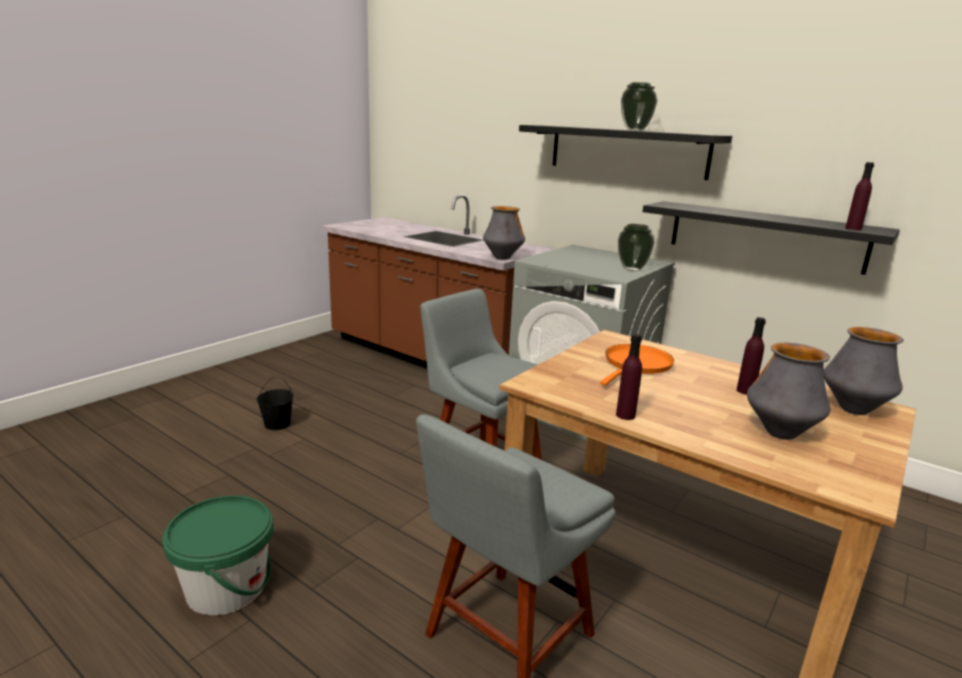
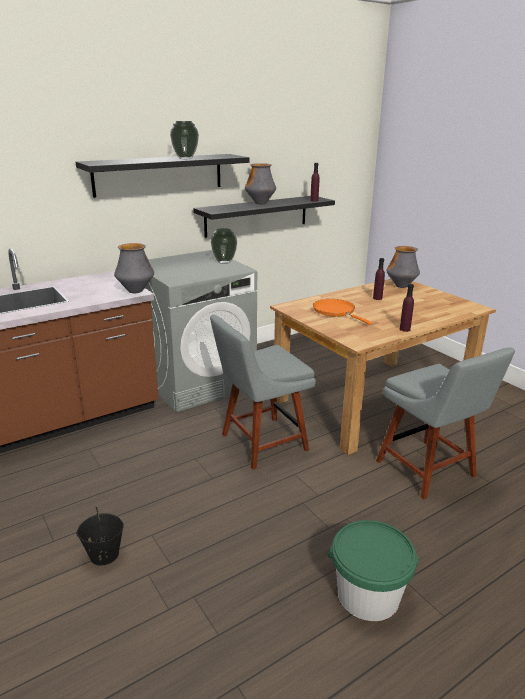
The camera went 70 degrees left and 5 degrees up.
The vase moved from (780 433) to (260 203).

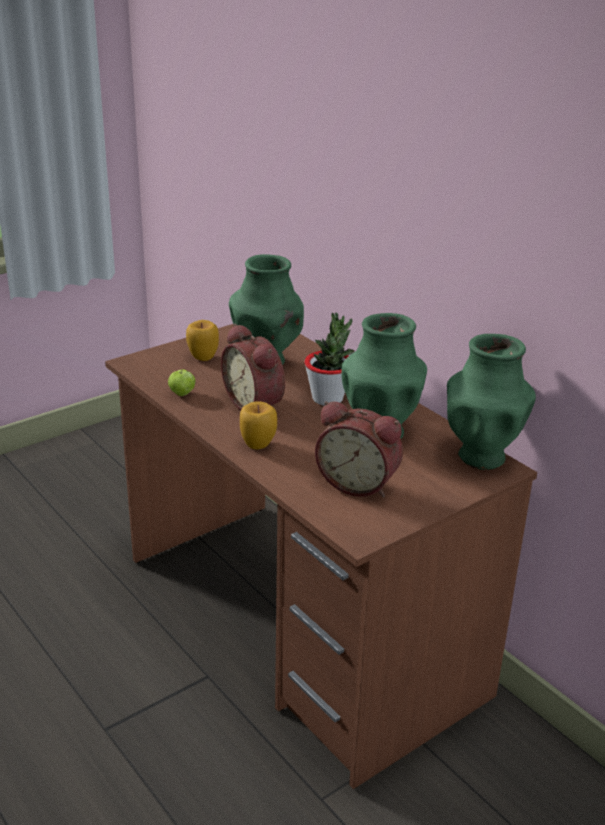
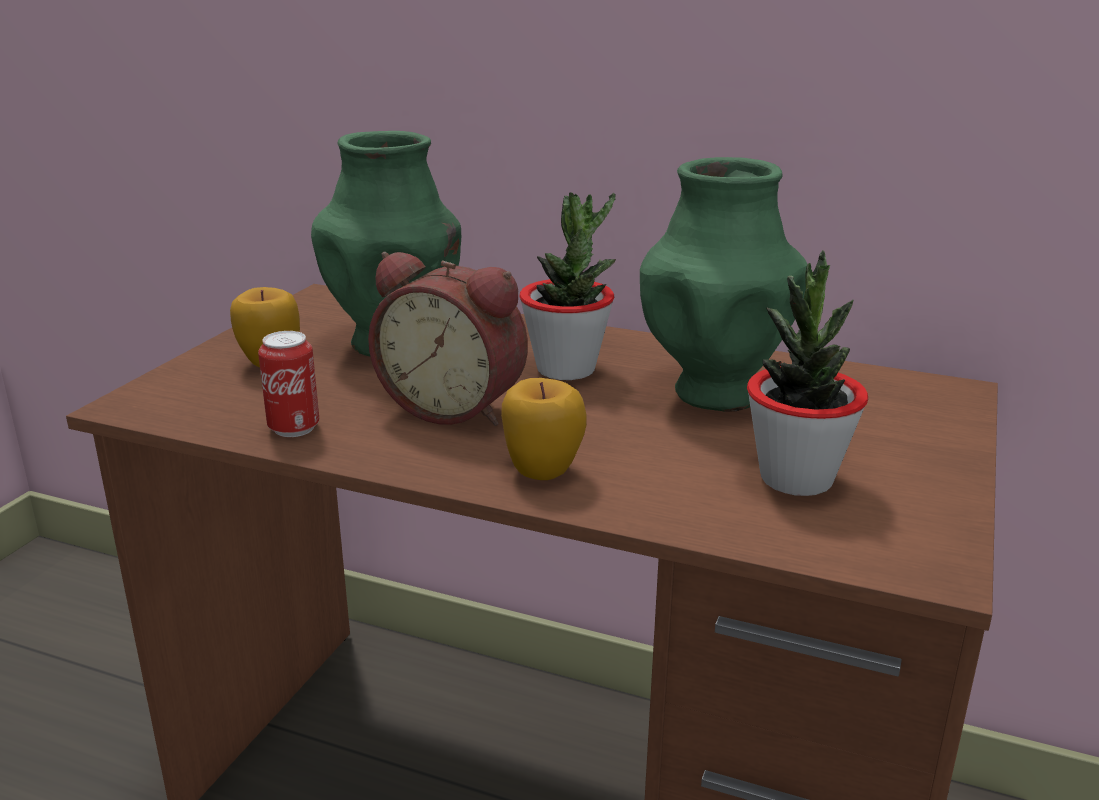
The camera went 30 degrees left and 5 degrees down.
The apple at (182 393) was replaced by the metal can at (294 428).
The bedside clock at (359 483) was replaced by the plant in a pot at (796 478).
The green vase at (482 456) disappeared.

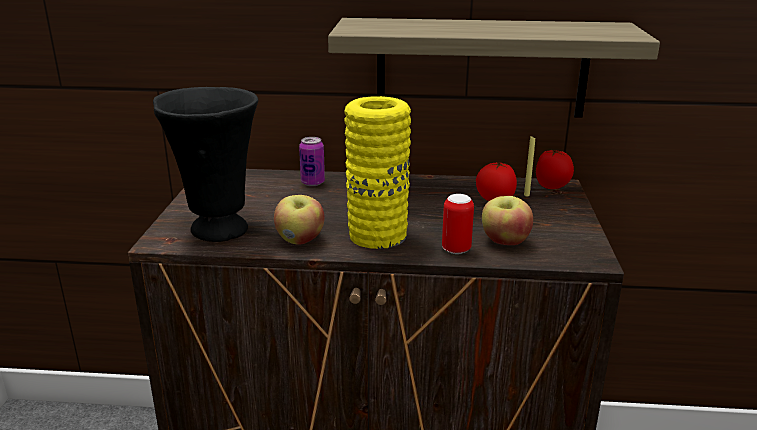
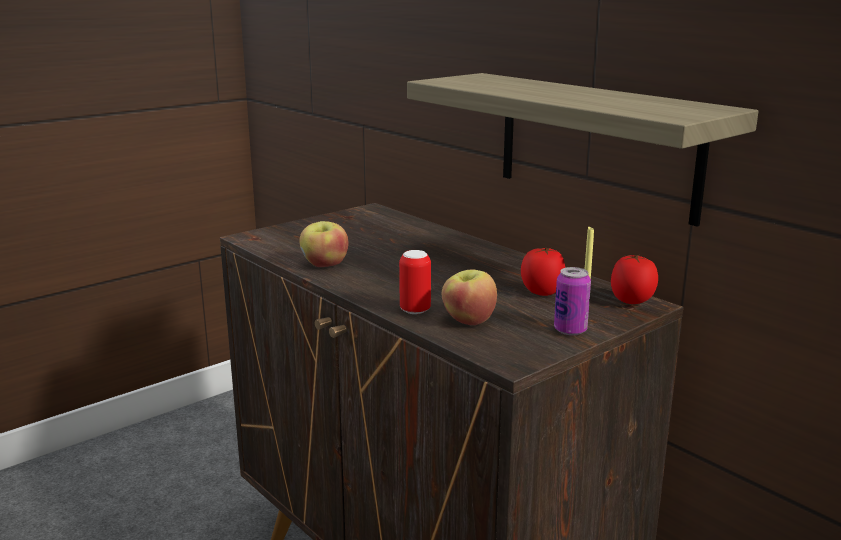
The camera went 45 degrees right and 5 degrees down.
The blackish vase at (218 229) disappeared.
The metal can moved from (312 182) to (570 330).
The yellow vase at (377 235) disappeared.

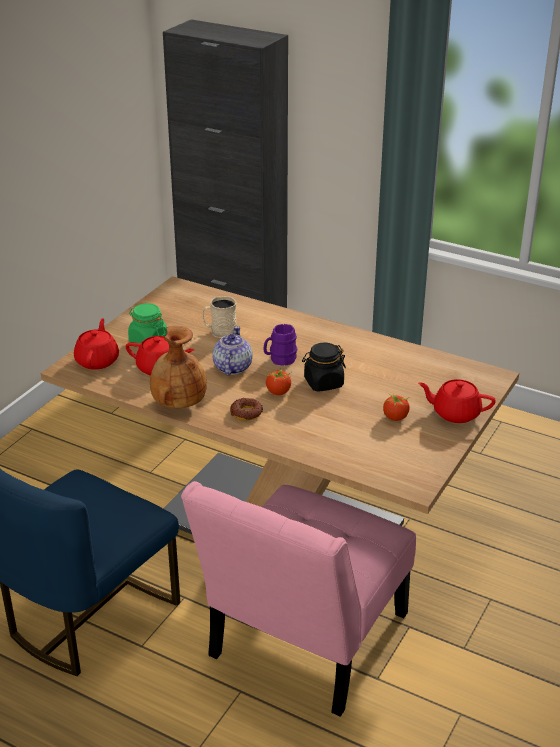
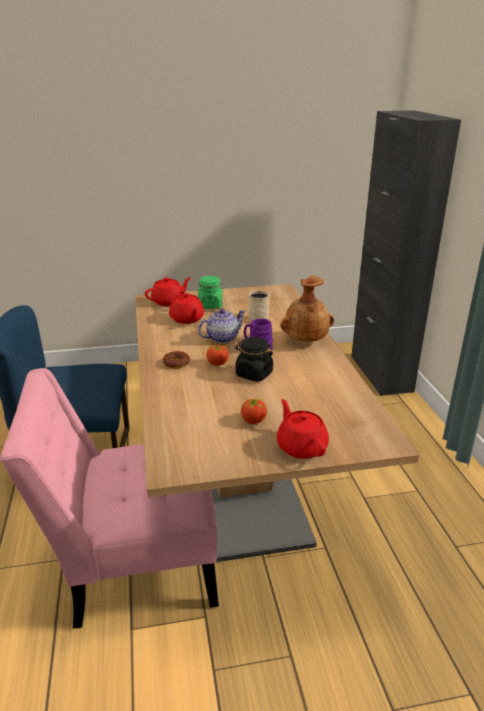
The camera went 50 degrees right and 5 degrees down.
The brownish vase moved from (178 403) to (305 340).

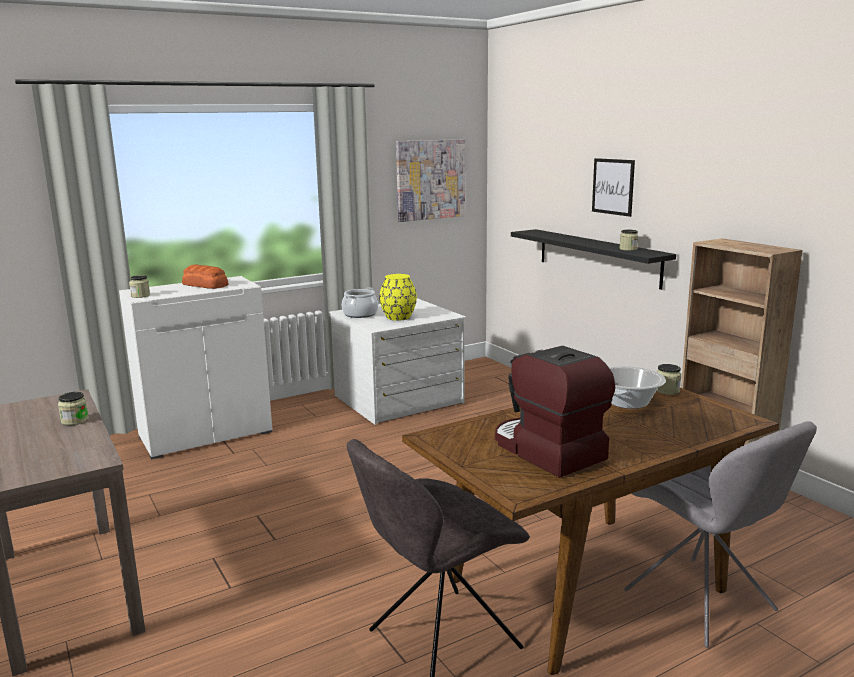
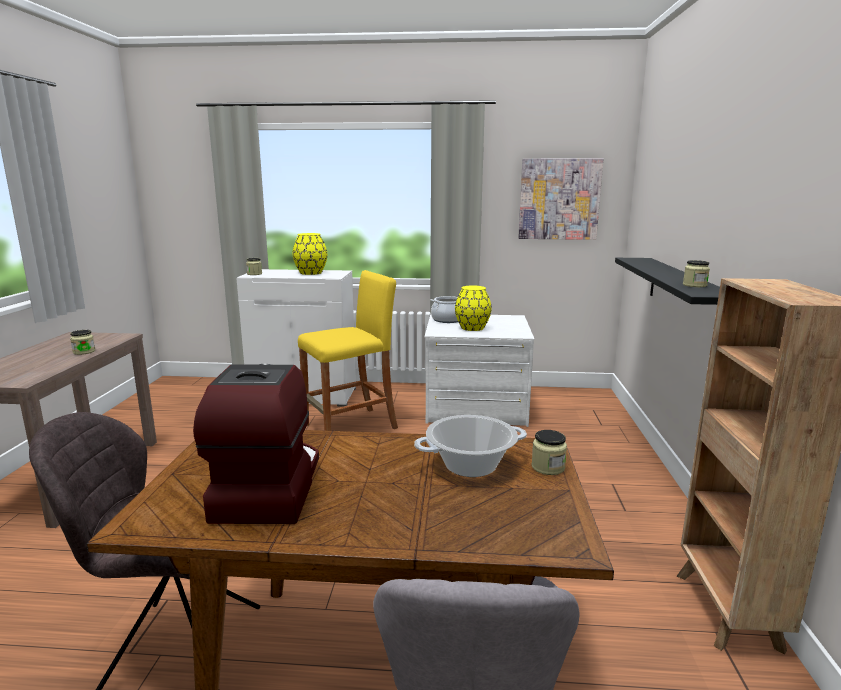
The camera went 35 degrees right and 0 degrees up.
The bread at (205 285) was replaced by the yellow vase at (310 273).
The wall picture at (613 186) disappeared.
The yellow stool seat at (350 427) appeared.

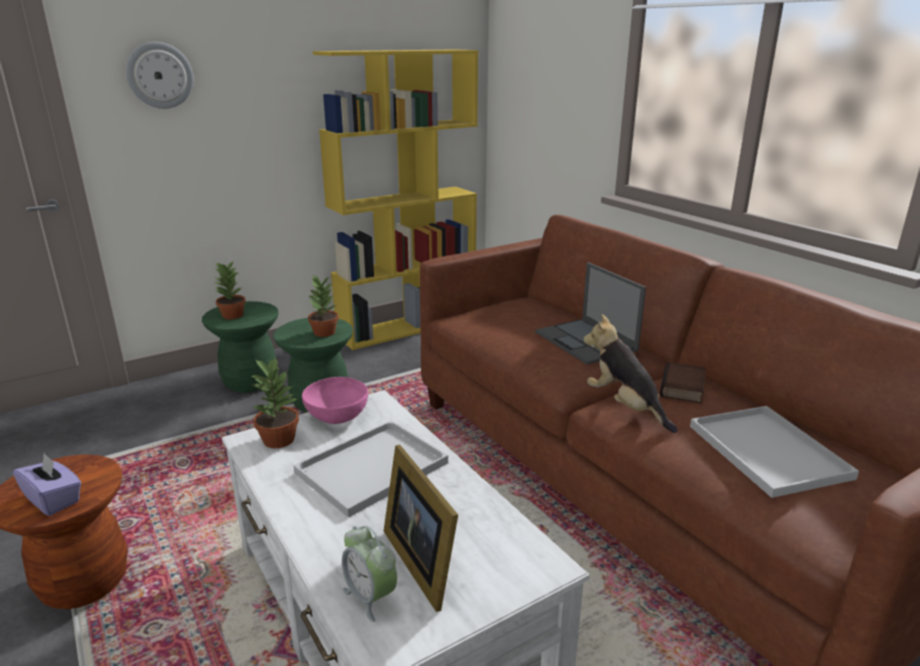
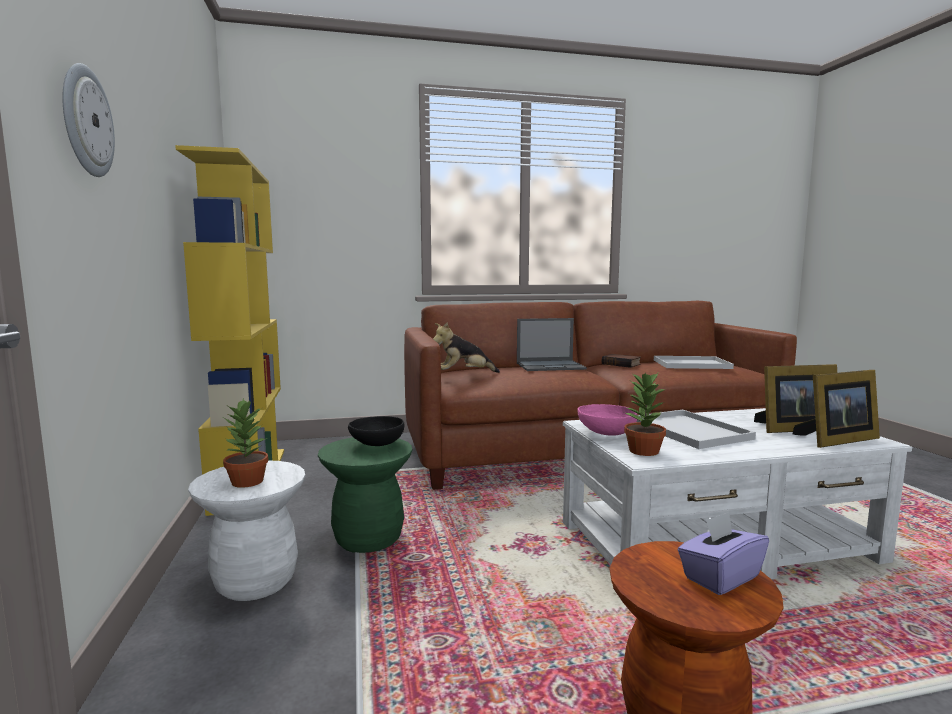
The camera went 70 degrees left and 15 degrees down.
The green stool seat at (250 382) became the white stool seat at (255 582).
The plant in a pot at (323 332) was replaced by the blackish bowl at (376 445).
The bedside clock at (370 597) was replaced by the standing frame at (836 440).
The soft toy moved from (625 407) to (464 374).

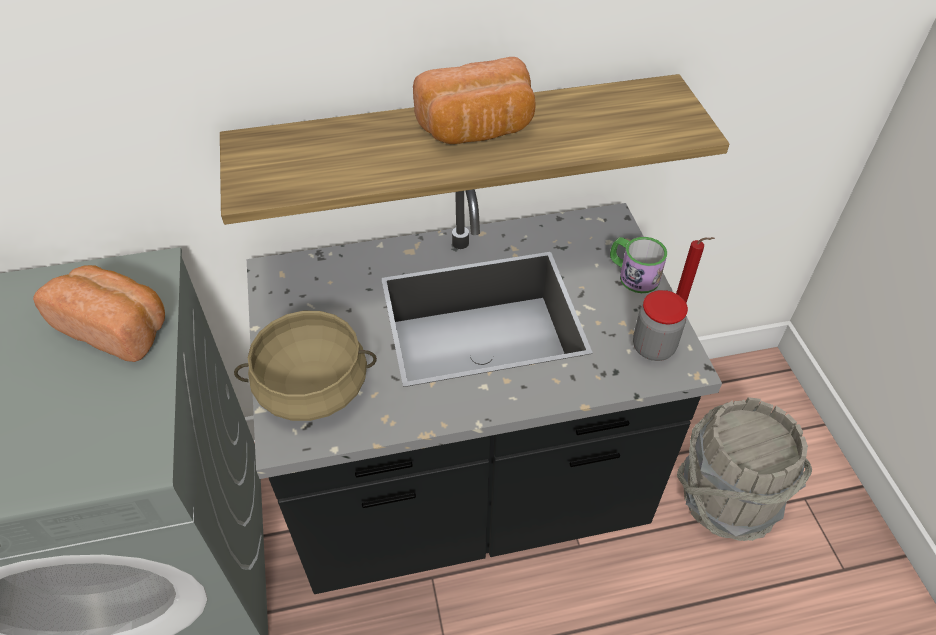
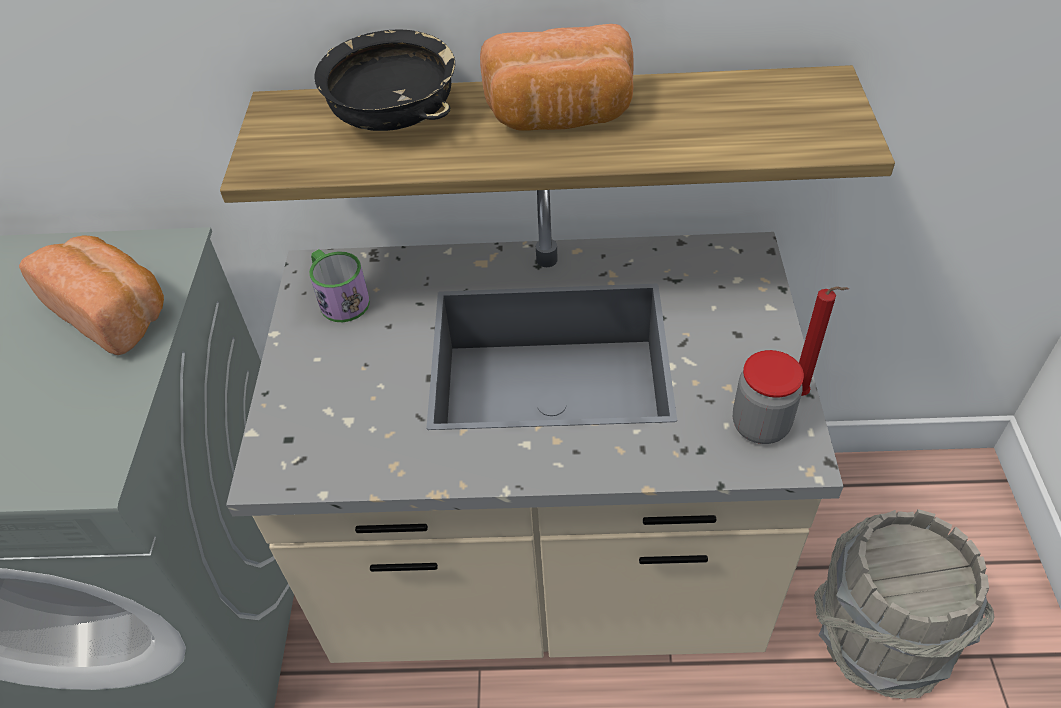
The camera went 15 degrees right and 0 degrees up.
The sand-coloured saucepot at (312 388) disappeared.
The blackish counter at (468 493) became the sand-coloured counter at (545 573).
The coffee mug moved from (632 275) to (340 298).
The blackish bowl at (394 117) appeared.

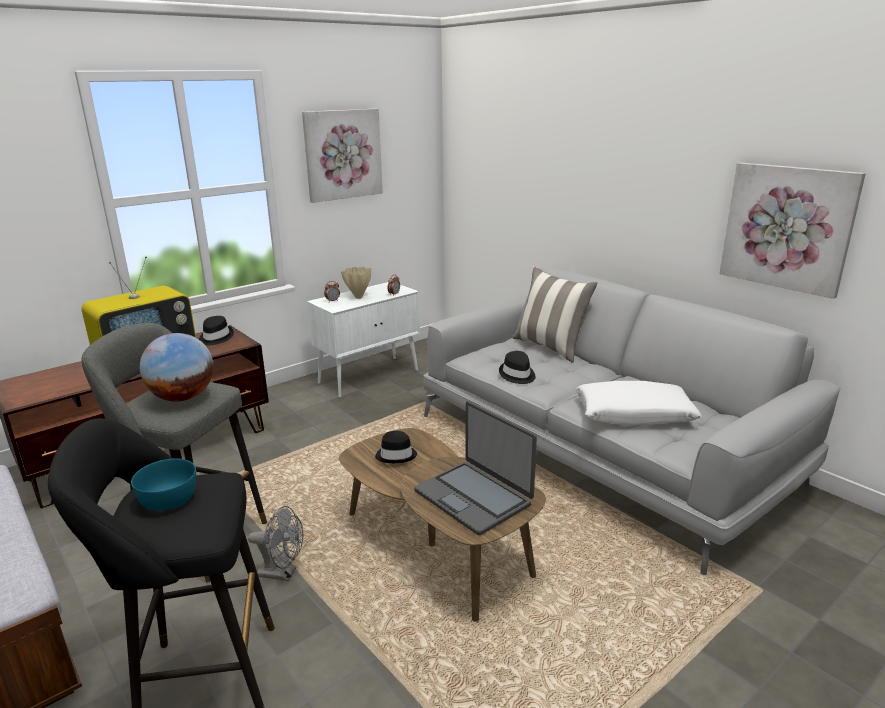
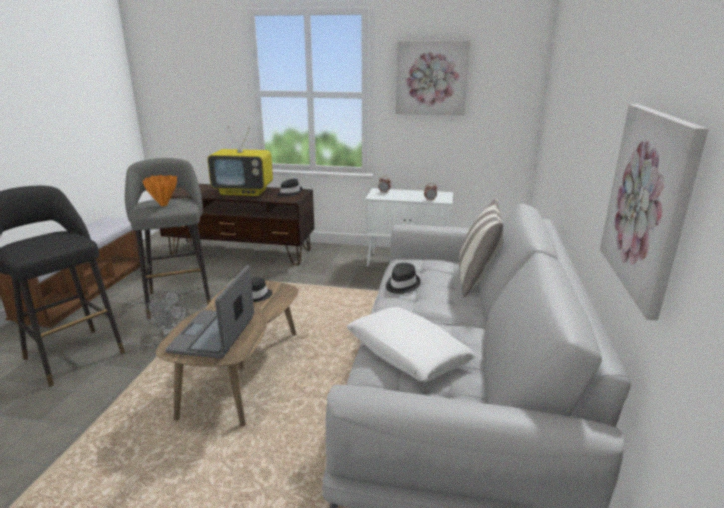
The camera went 50 degrees right and 0 degrees up.
The blue-green bowl at (168 499) disappeared.
The world globe at (182 397) was replaced by the orange vase at (163 205).
The sand-coloured vase at (358 297) disappeared.

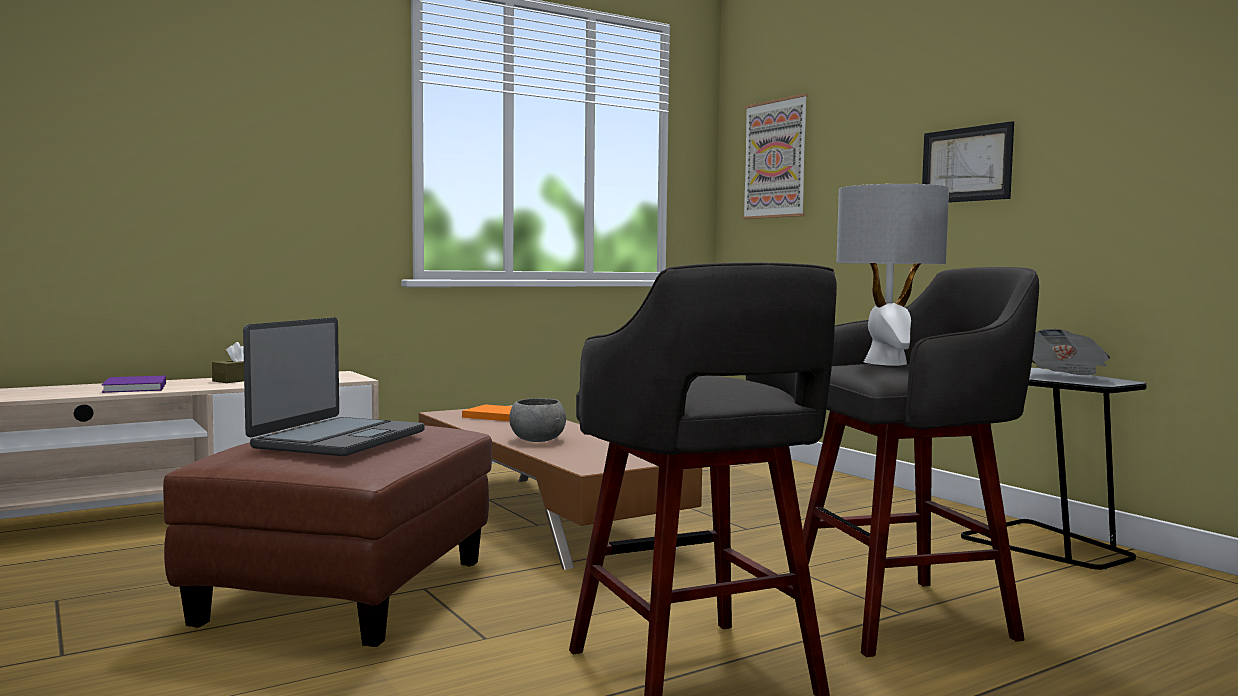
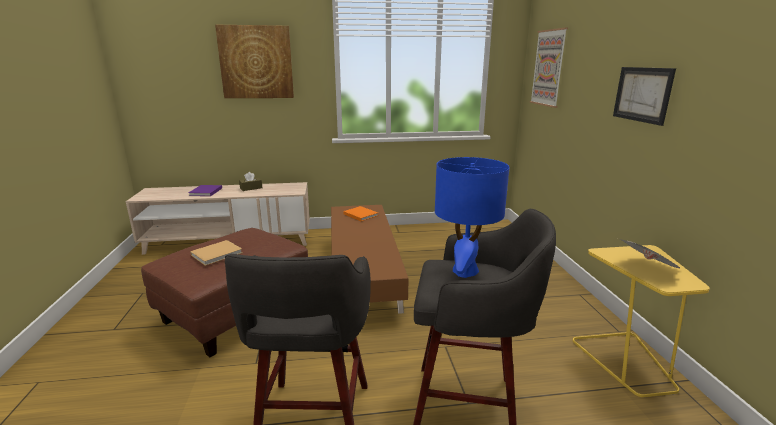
The camera went 25 degrees right and 15 degrees up.
The notebook computer at (338 439) was replaced by the sand-coloured volume at (218 253).
The grey bowl at (537 440) disappeared.
The grey table lamp at (886 363) became the blue table lamp at (464 271).
The blackish end table at (1048 545) became the yellow end table at (626 361).
The wall picture at (256 62) appeared.

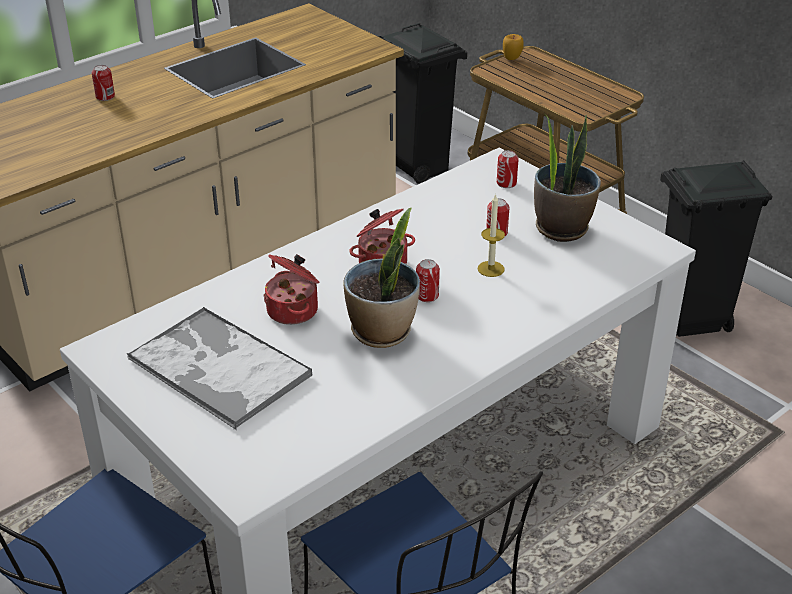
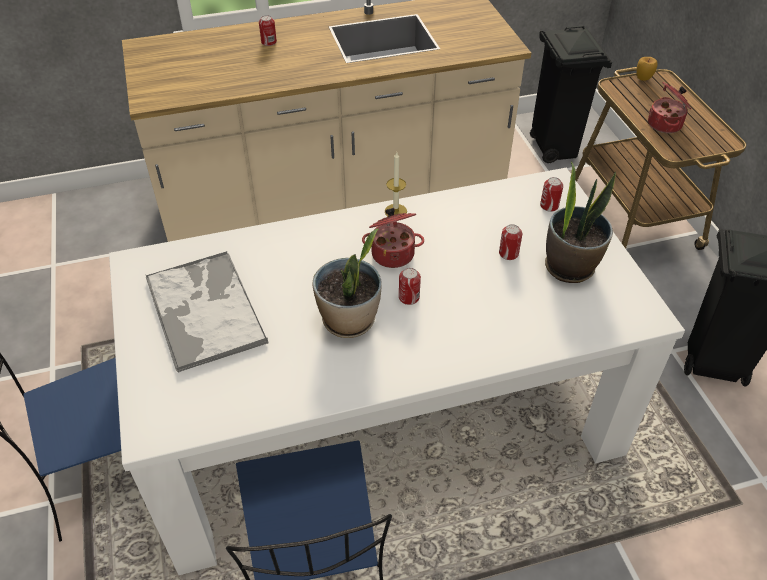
The camera went 25 degrees right and 10 degrees up.
The saucepot moved from (294 310) to (665 124).
The wax candle moved from (490 269) to (395 211).

